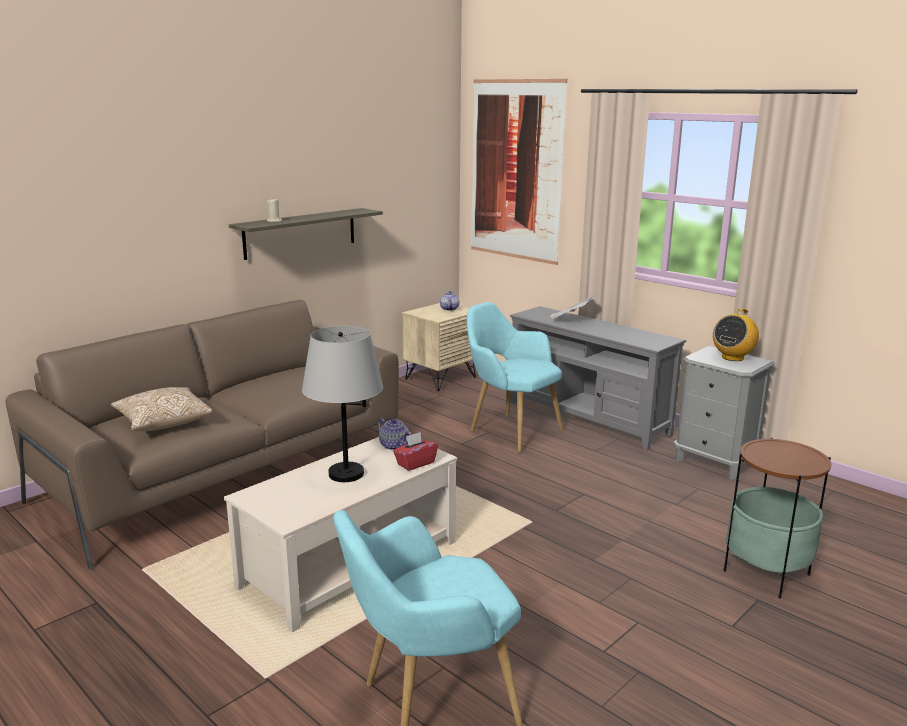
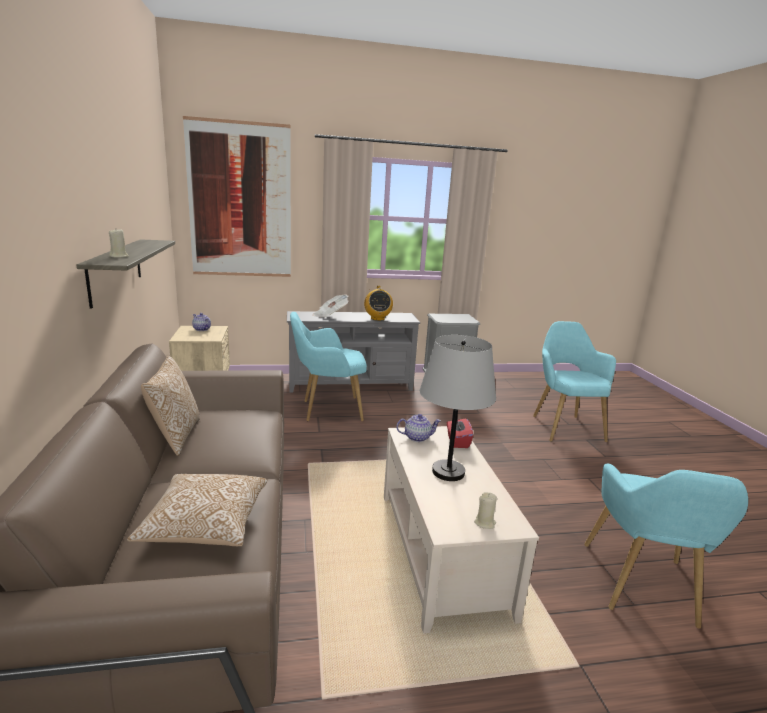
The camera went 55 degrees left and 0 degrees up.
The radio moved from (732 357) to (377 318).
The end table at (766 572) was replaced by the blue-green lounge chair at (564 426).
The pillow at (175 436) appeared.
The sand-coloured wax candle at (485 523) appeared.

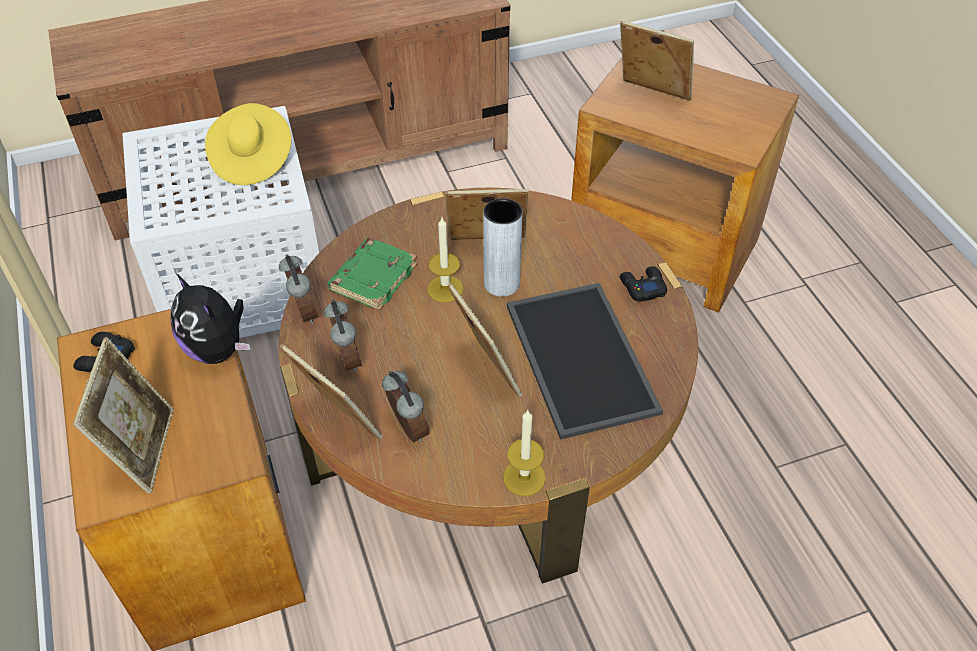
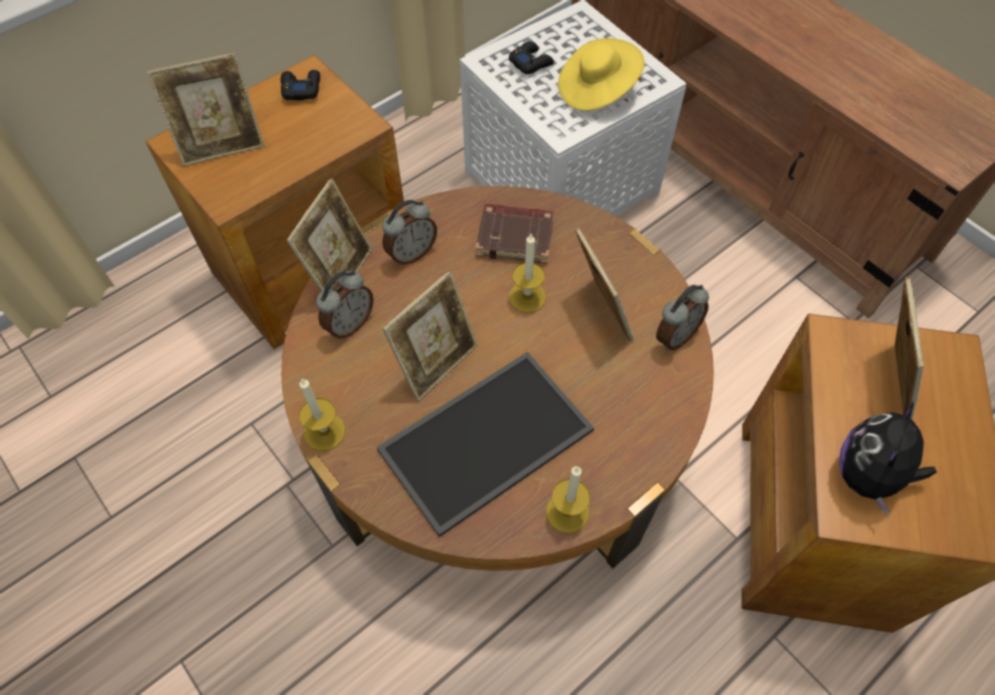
The camera went 70 degrees right and 10 degrees up.
The soft toy moved from (218 349) to (868 476).
The bedside clock moved from (303 313) to (675 336).
The green volume at (373 277) became the brownish volume at (516 236).
The grey vase at (501 283) disappeared.
The blackish gamepad moved from (642 287) to (530 62).
The wax candle at (567 512) appeared.

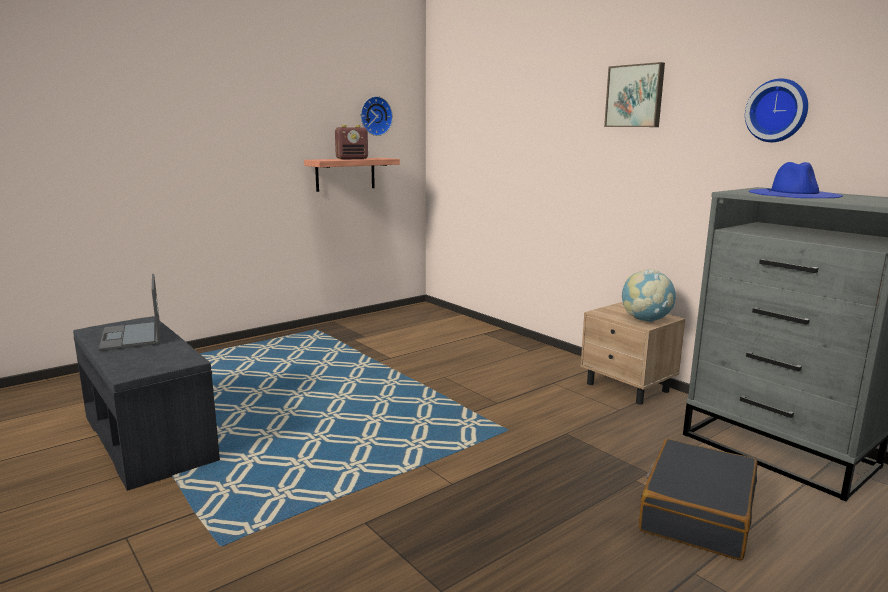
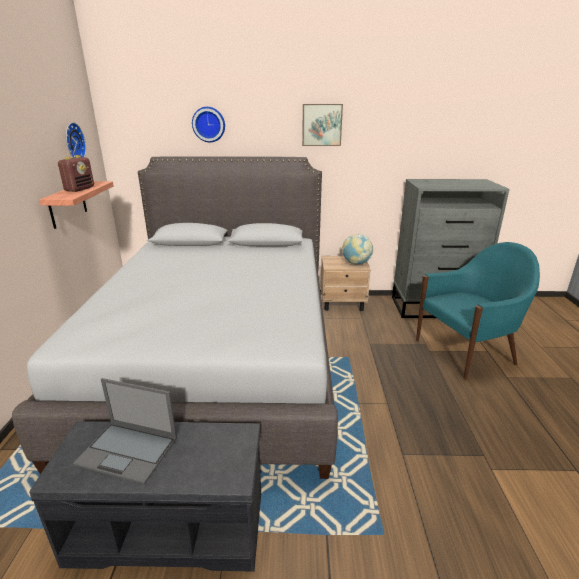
The camera went 50 degrees left and 10 degrees up.
The blackish suitcase at (696 512) was replaced by the blue-green lounge chair at (466 351).
The wall clock moved from (778 111) to (209 124).
The blue hat at (794 194) disappeared.
The grey sleeping bed at (219 358) appeared.

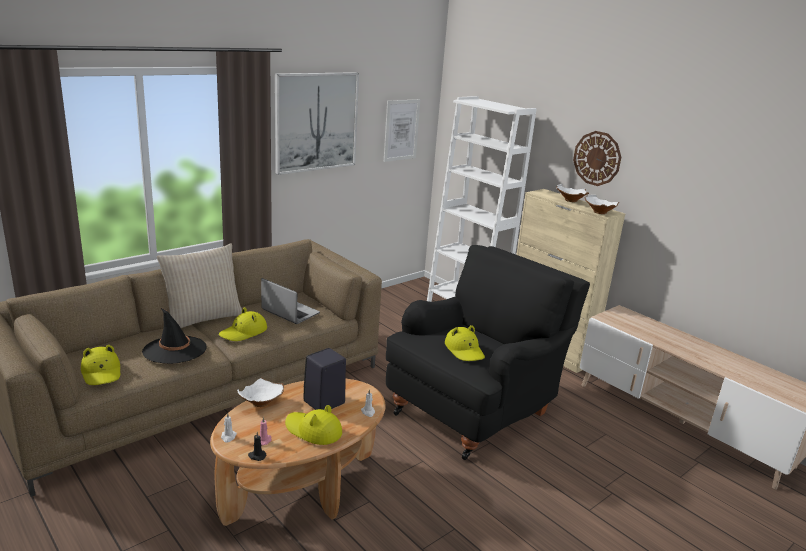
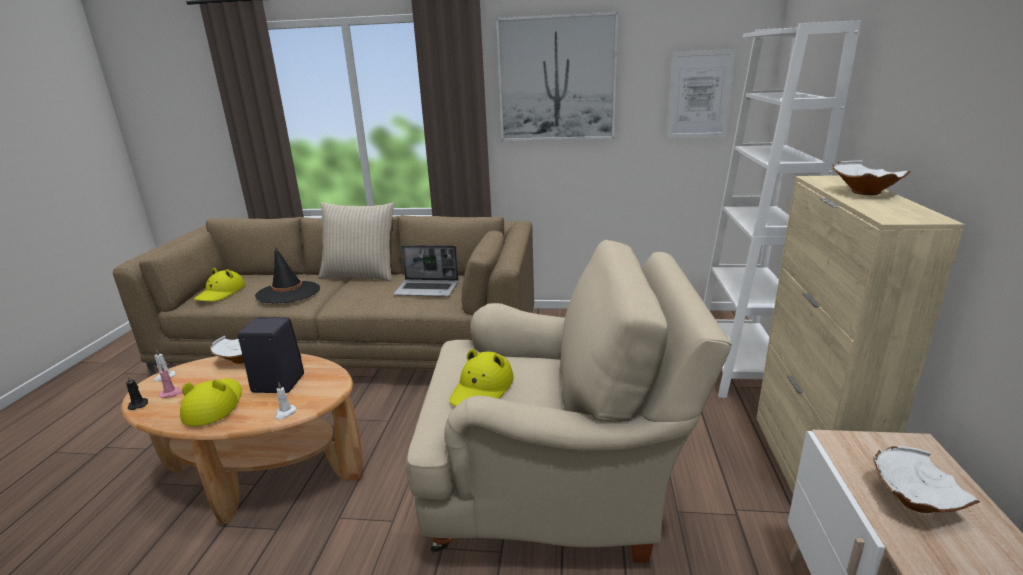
The camera went 50 degrees right and 0 degrees up.
The yellow hat at (243 332) disappeared.
The notebook computer at (289 312) turned 105 degrees clockwise.
The blackish lounge chair at (475 409) became the sand-coloured lounge chair at (553 495).
The wall clock at (597 158) disappeared.
The white bowl moved from (599 212) to (912 501).

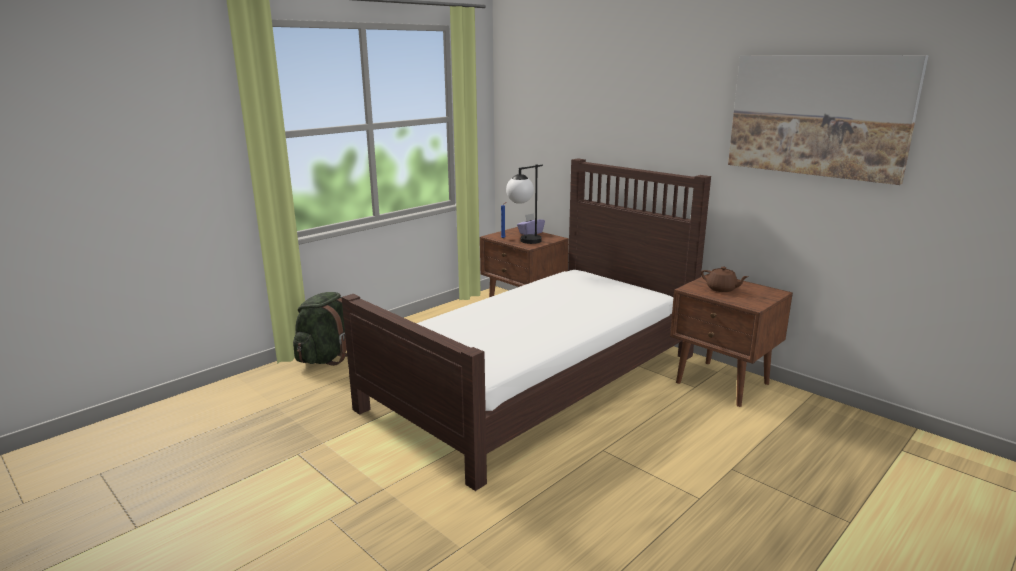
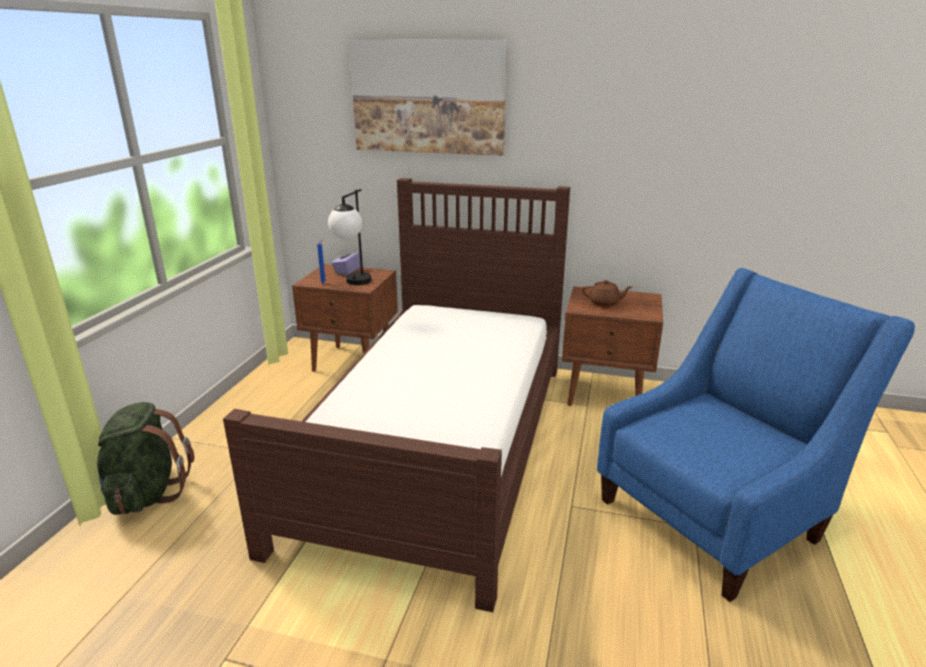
The camera went 30 degrees left and 5 degrees up.
The wall picture moved from (818 116) to (428 97).
The blue lounge chair at (717 514) appeared.

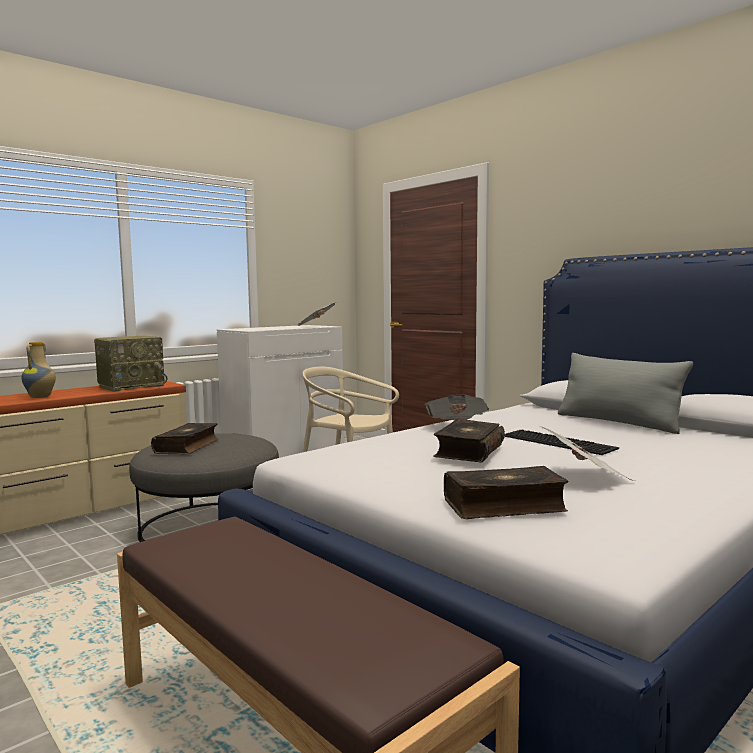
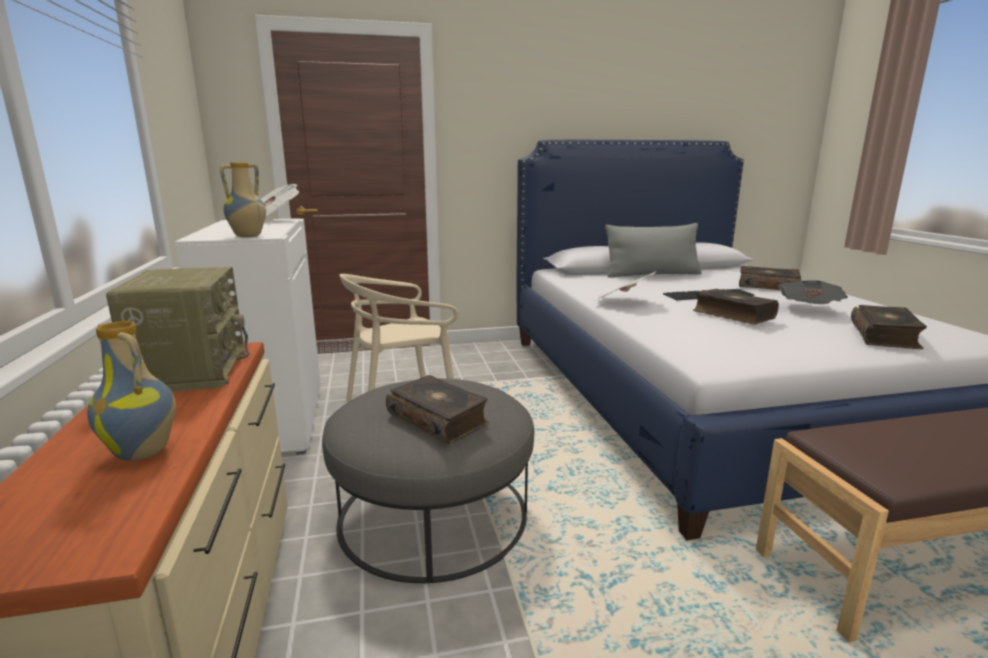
The camera went 60 degrees left and 10 degrees up.
The vase at (248 236) appeared.
The volume at (767 286) appeared.

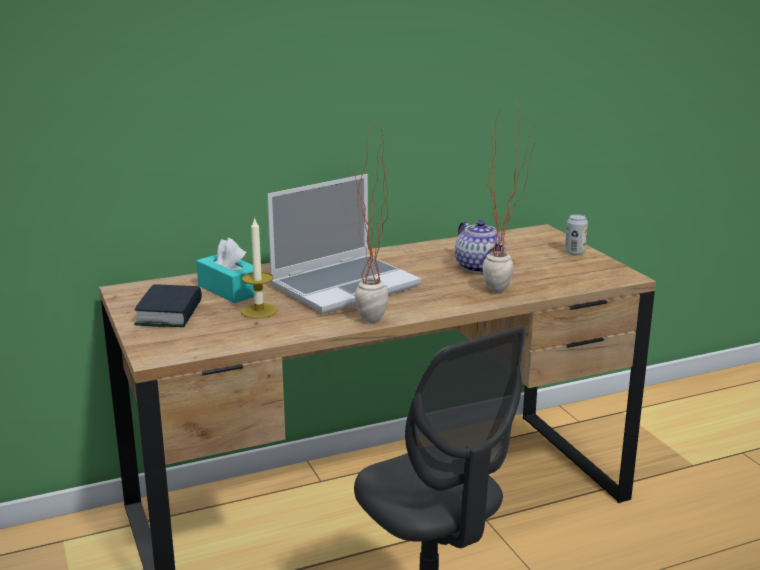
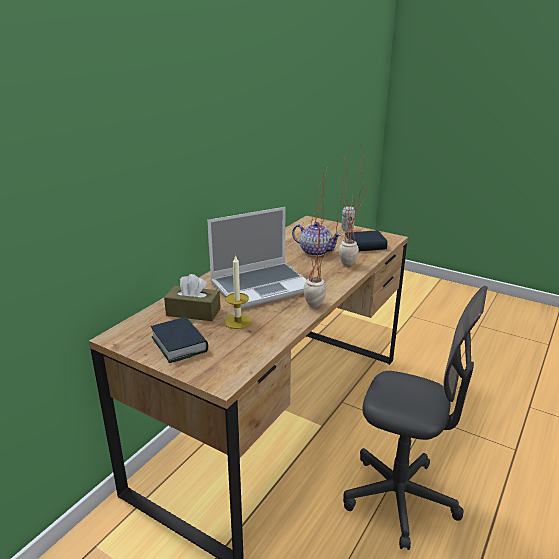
The camera went 35 degrees left and 5 degrees up.
The blue-green tissue holder at (229 290) became the brownish tissue holder at (193 312).
The notebook computer at (345 285) turned 45 degrees clockwise.
The volume at (364 245) appeared.

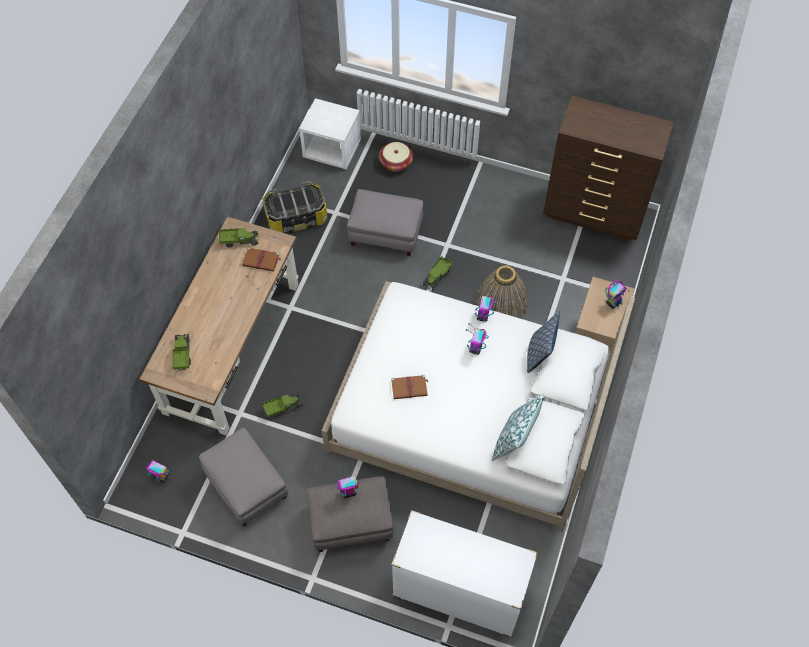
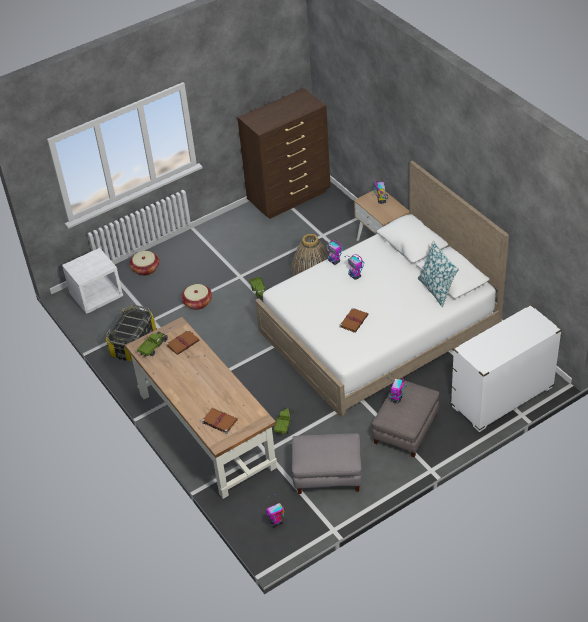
The camera went 50 degrees left and 15 degrees down.
The toy lorry at (182 355) was replaced by the brownish volume at (219 421).
The grey footrest at (385 233) was replaced by the household basket at (197 302).
The pillow at (539 353) disappeared.

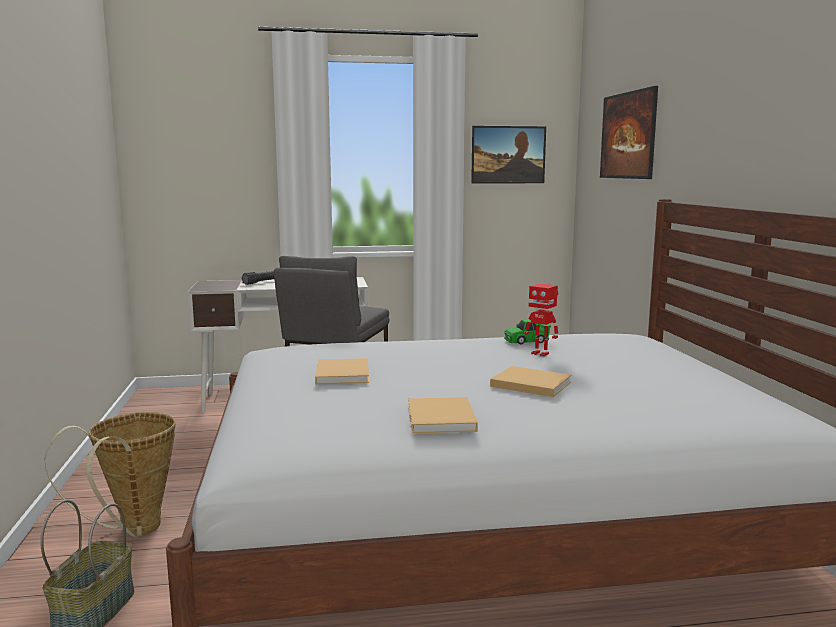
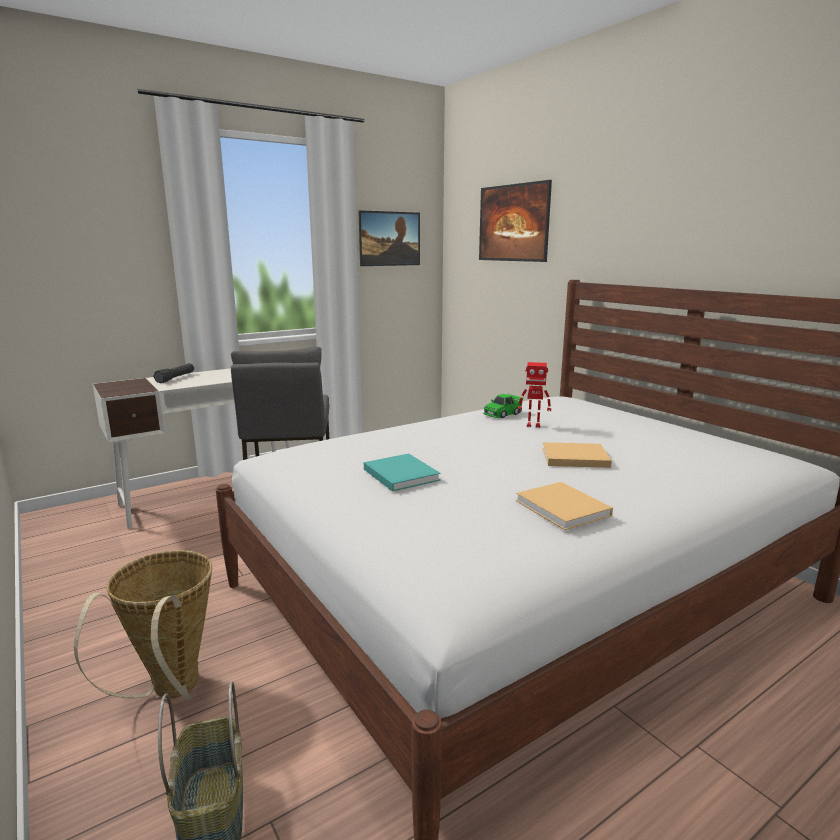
The camera went 25 degrees left and 5 degrees up.
The sand-coloured volume at (342 373) became the blue-green volume at (400 474).

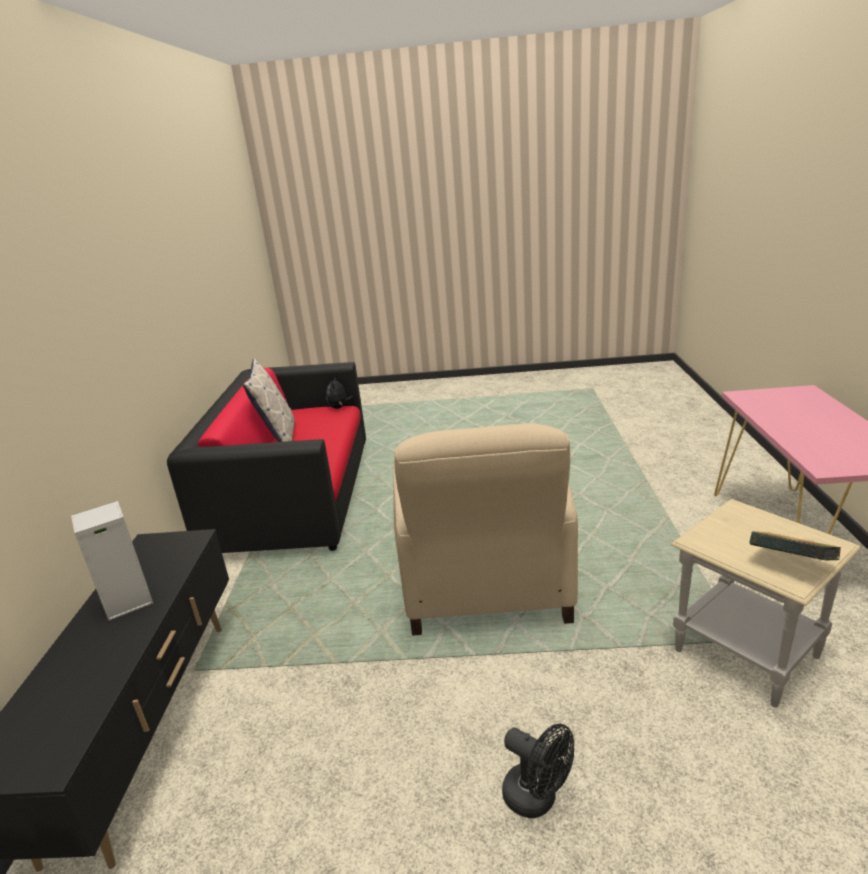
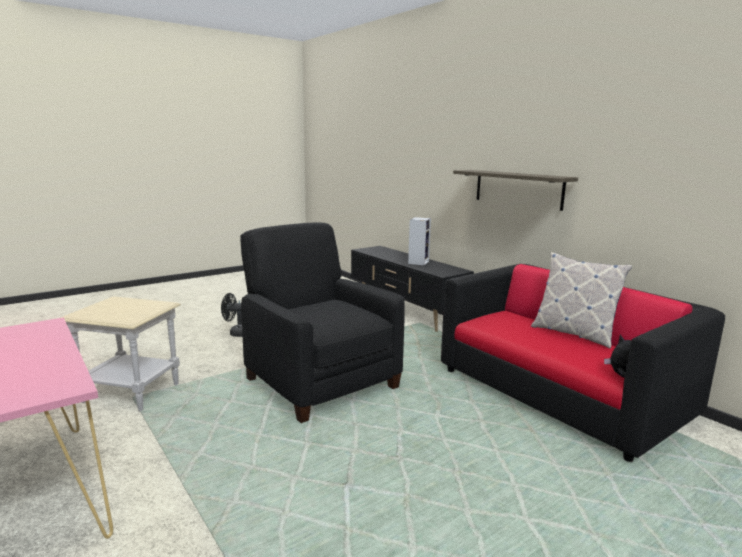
The camera went 140 degrees right and 10 degrees down.
The sand-coloured lounge chair at (485 583) became the blackish lounge chair at (320 382).
The volume at (791 564) disappeared.
The shelf at (518 189) appeared.

